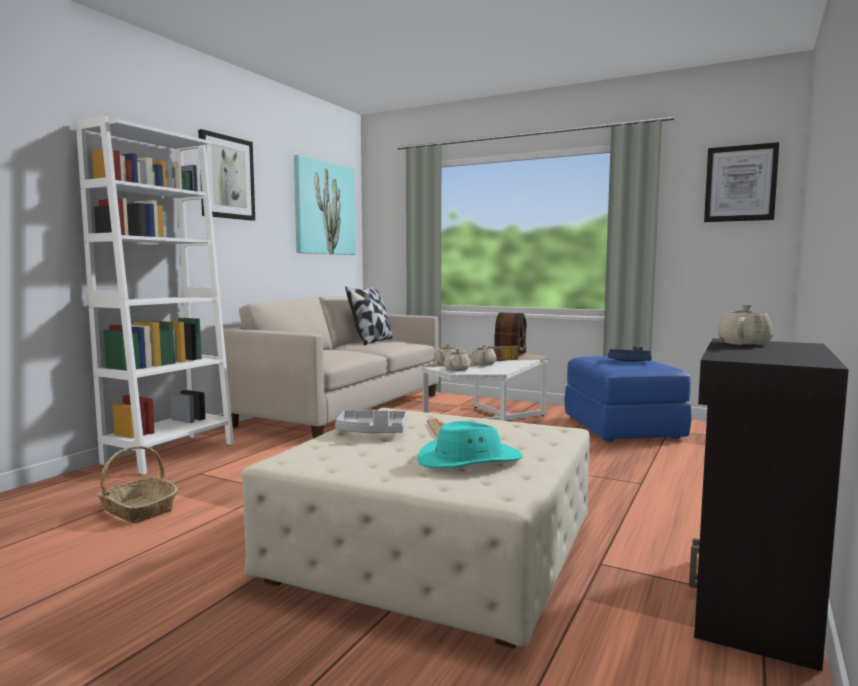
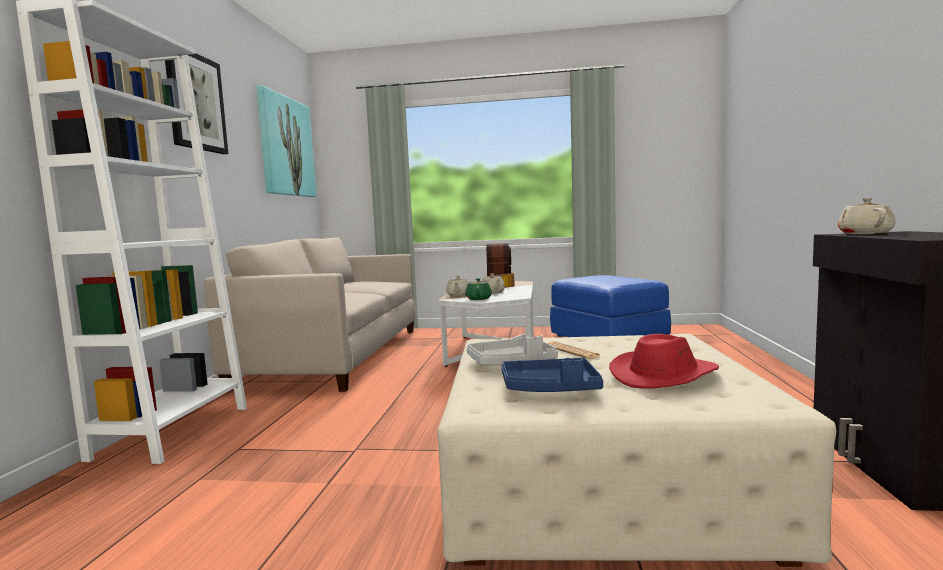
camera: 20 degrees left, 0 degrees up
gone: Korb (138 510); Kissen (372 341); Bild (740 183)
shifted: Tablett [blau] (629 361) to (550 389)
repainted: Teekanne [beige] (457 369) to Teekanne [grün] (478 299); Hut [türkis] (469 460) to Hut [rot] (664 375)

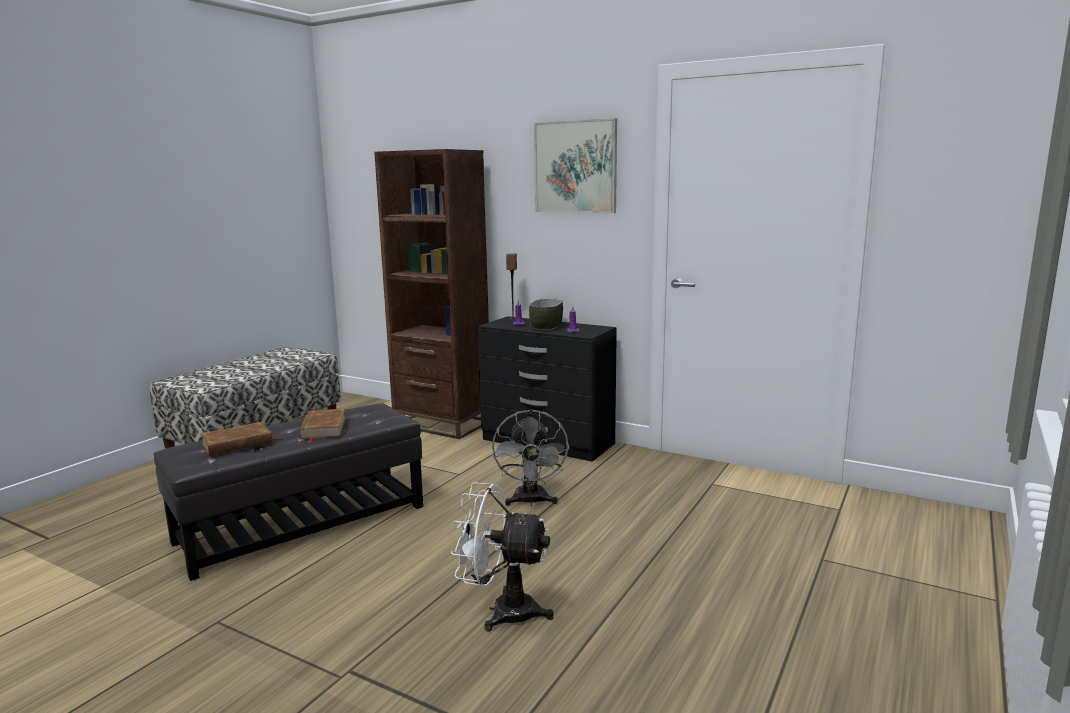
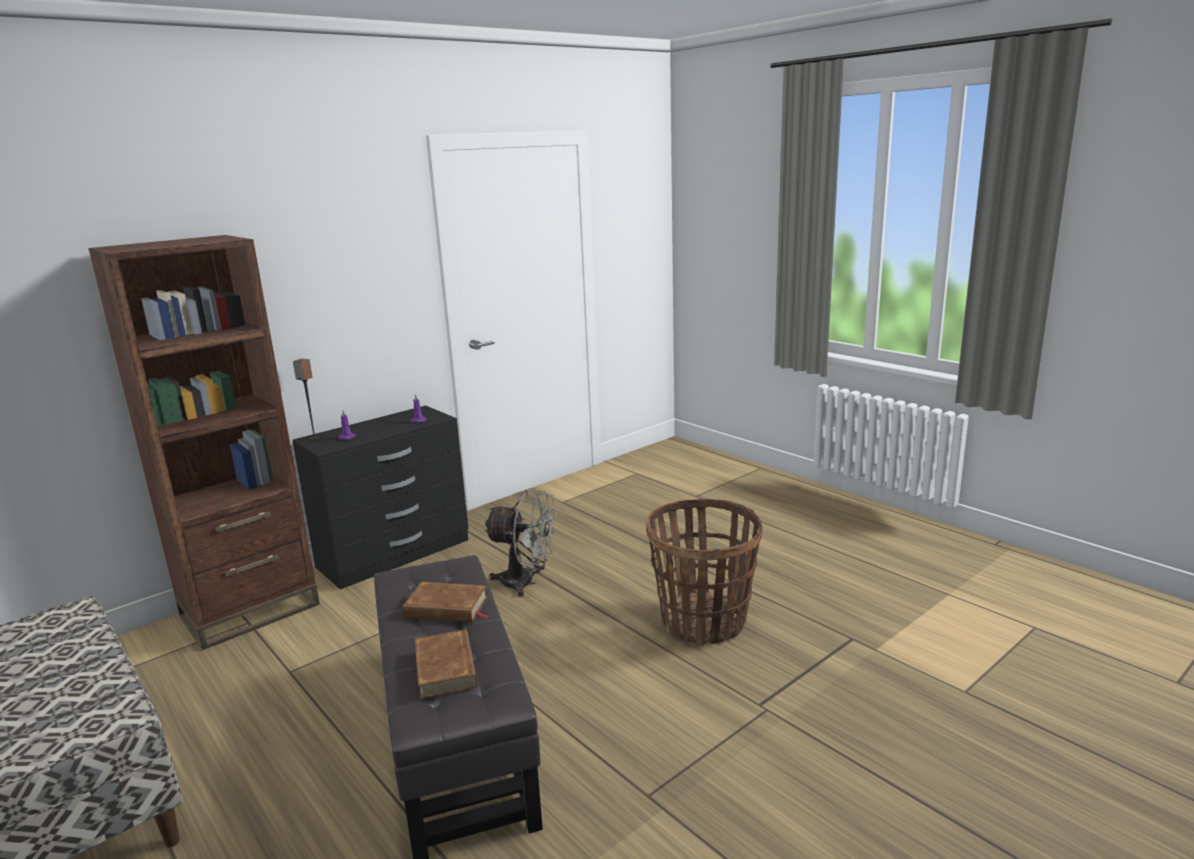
camera: 70 degrees left, 5 degrees up
gone: Schüssel (546 326); Bild (575 167)
swapped: Ventilator [weiß] (502 611) to Korb (703 622)

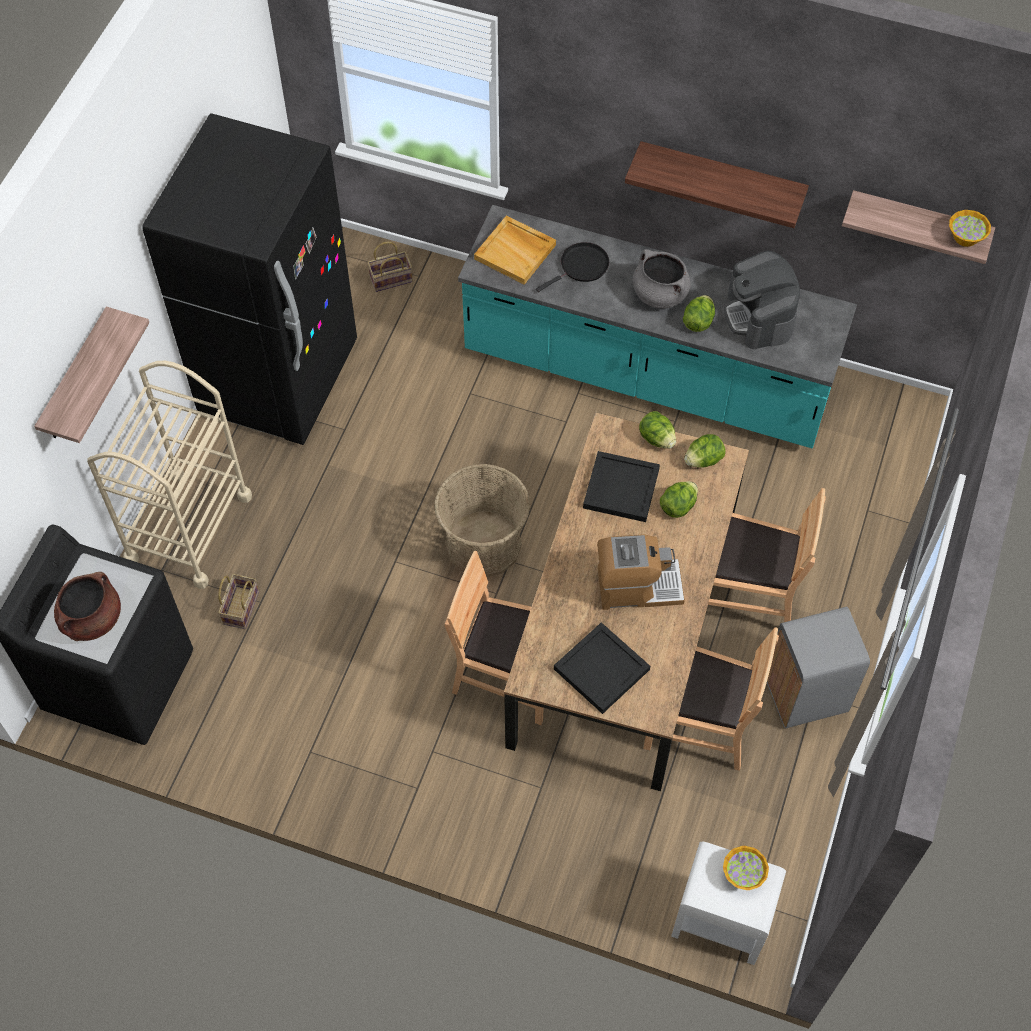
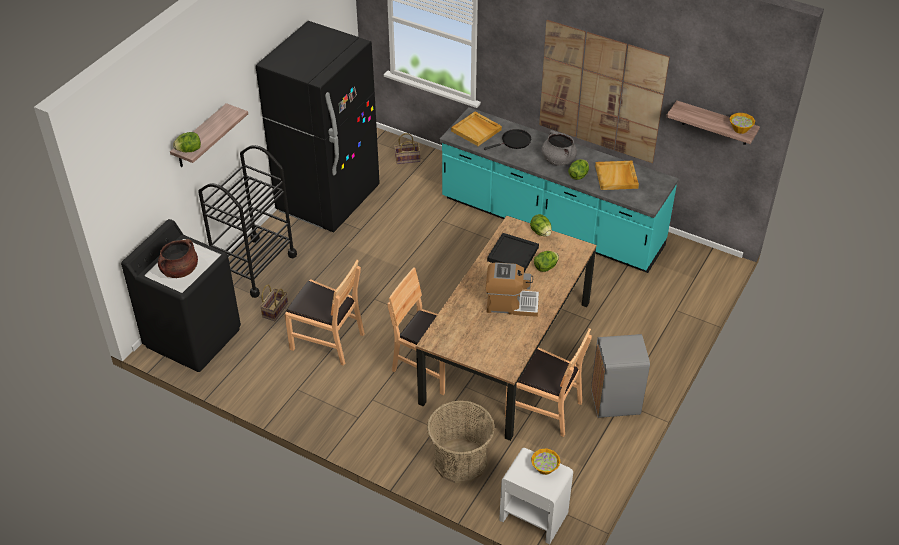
camera: 10 degrees right, 15 degrees down
gone: Tablett [schwarz] (602 669)
shifted: Salatkopf (703 460) to (189 150); Stuhl [braun] (748 593) to (327 340); Korb (483 544) to (460 461)
swapped: Wandregal (721 177) to Bild (601 91); Kaffeemaschine (759 316) to Tablett [beige] (616 177)
repainted: Rollwagen [beige] (188 528) to Rollwagen [schwarz] (255 266)

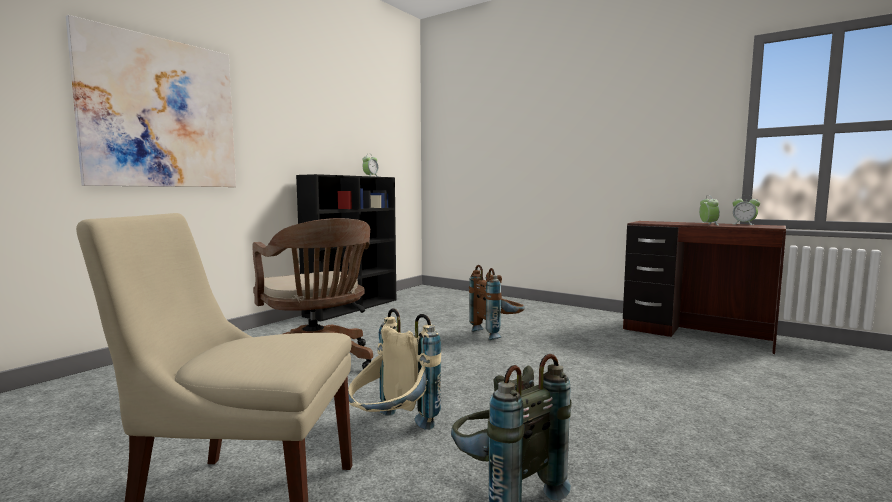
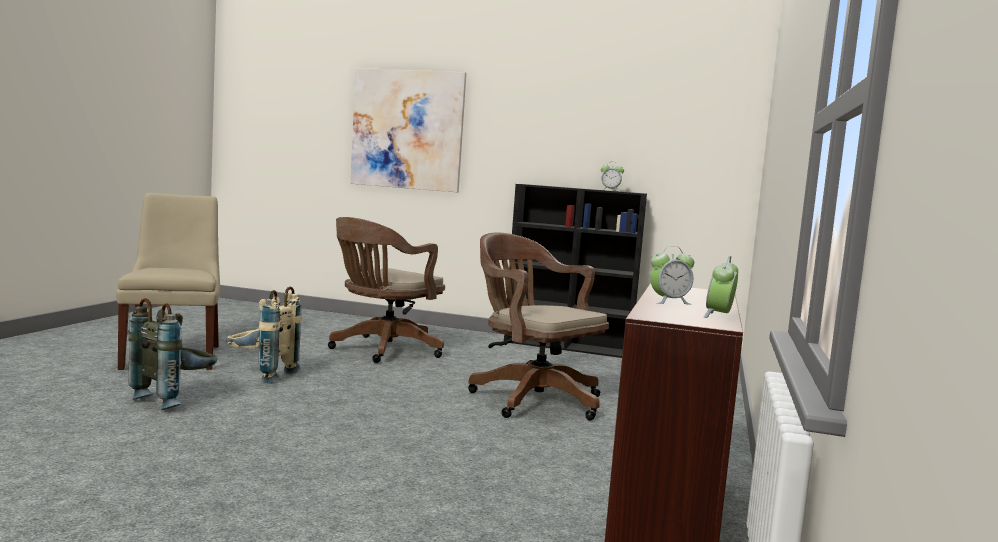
camera: 70 degrees right, 0 degrees up
swapped: Rucksack [braun] (497 333) to Bürostuhl [braun] (531 399)

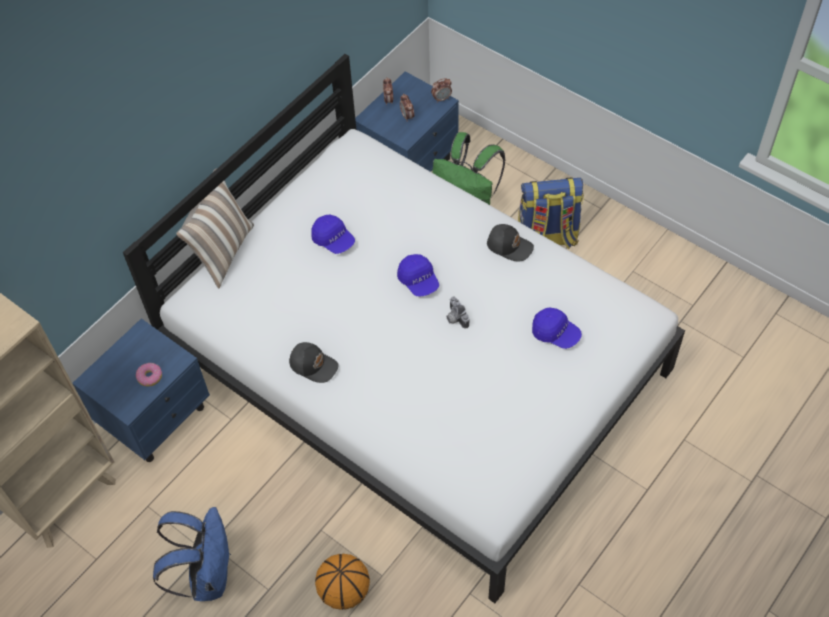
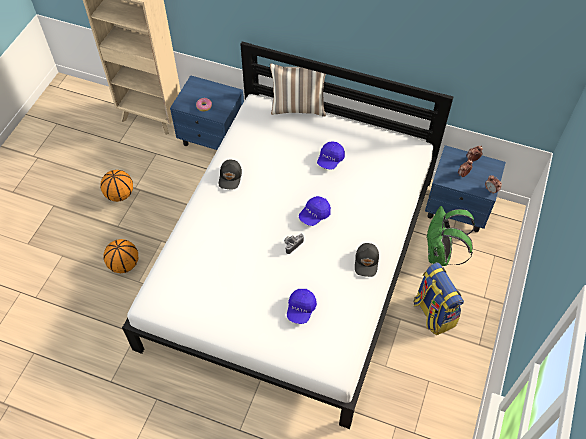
camera: 70 degrees right, 0 degrees up
swapped: Rucksack [blau] (207 575) to Basketball (120 194)

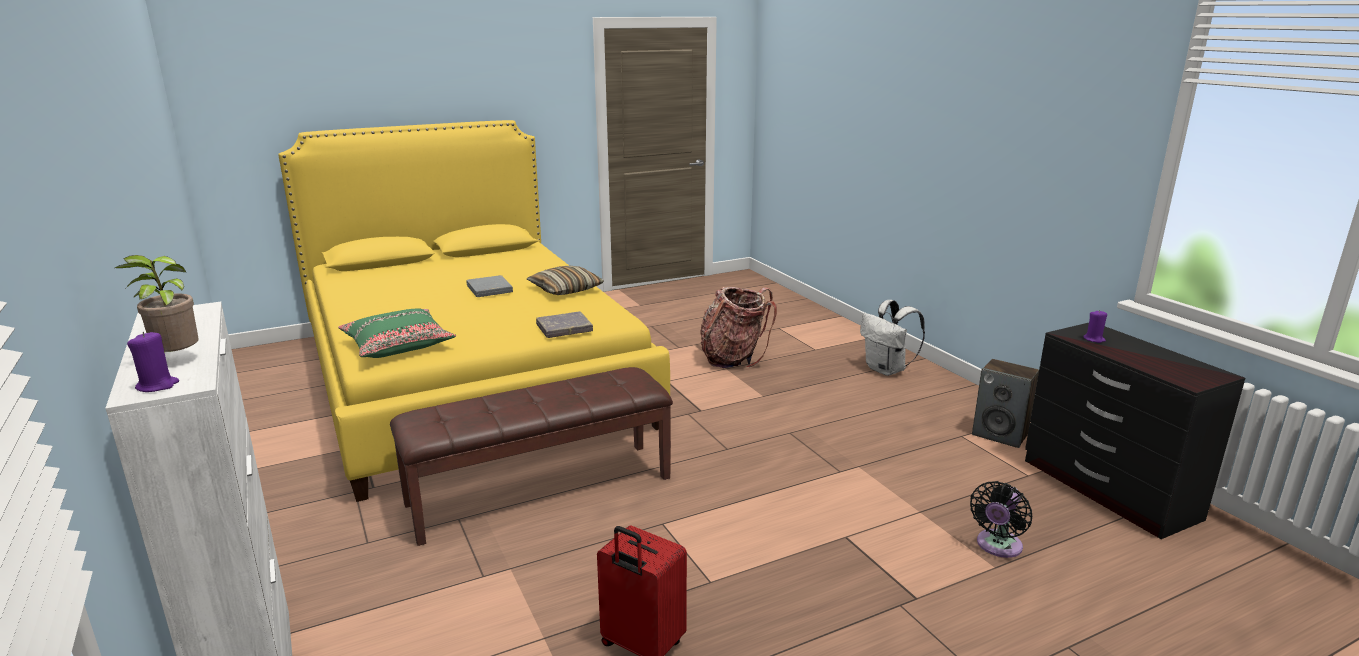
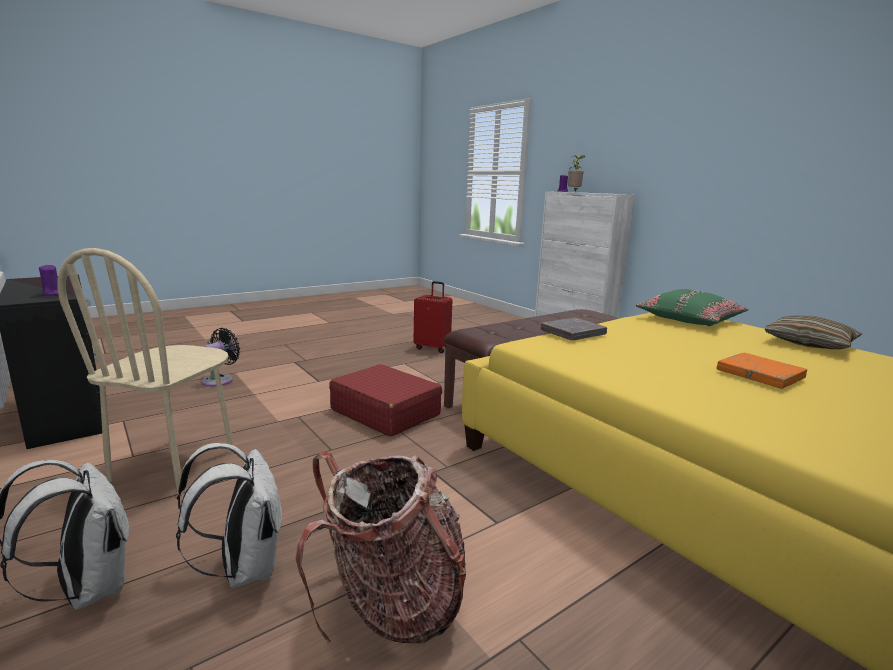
camera: 170 degrees right, 5 degrees down
gone: Lautsprecher (1000 435)
new: Stuhl [beige] (175 465); Rucksack [weiß] (244 567); Koffer [rot] (385 412)
shifted: Kissen (565 289) to (809 343)
repainted: Buch [grau] (489 290) to Buch [orange] (760 375)

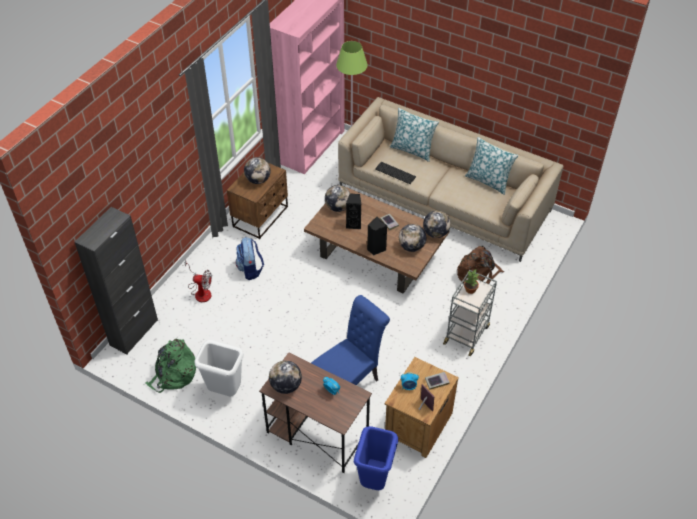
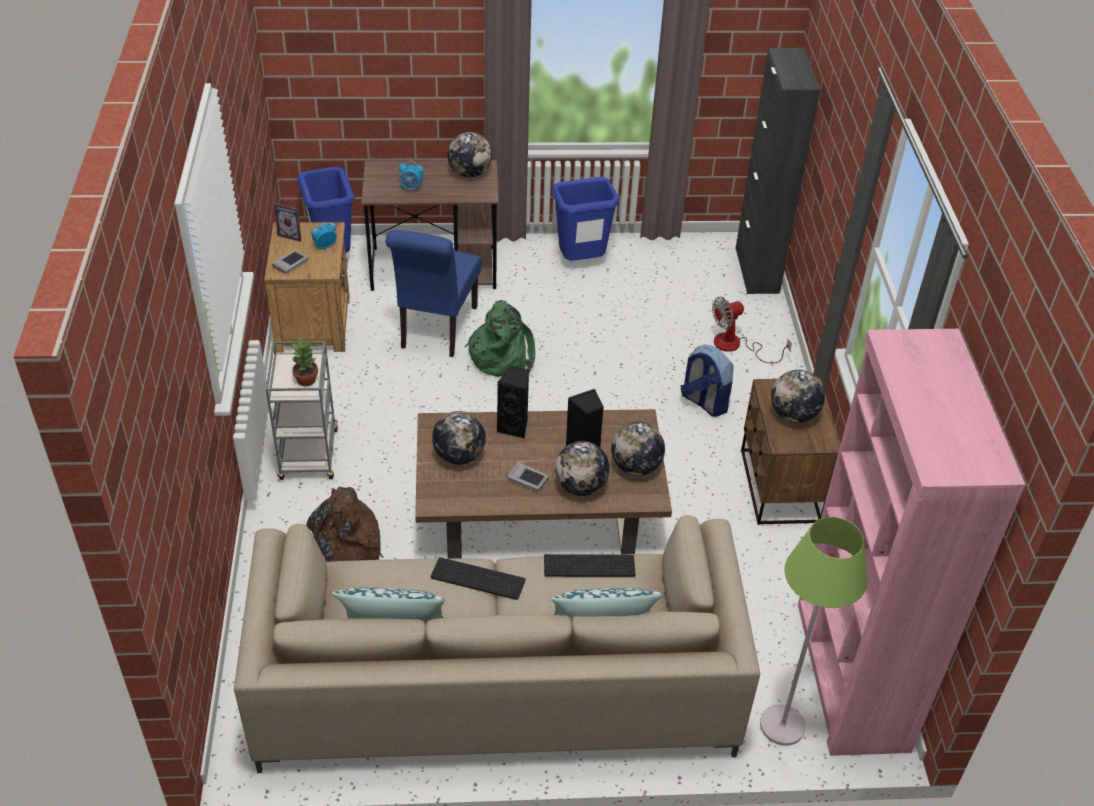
camera: 145 degrees right, 5 degrees down
new: Tastatur (476 579)
shifted: Rucksack [grün] (174 374) to (502 355); Globus (435 233) to (581 487)
repainted: Mülleimer [weiß] (225 391) to Mülleimer [blau] (580 262)

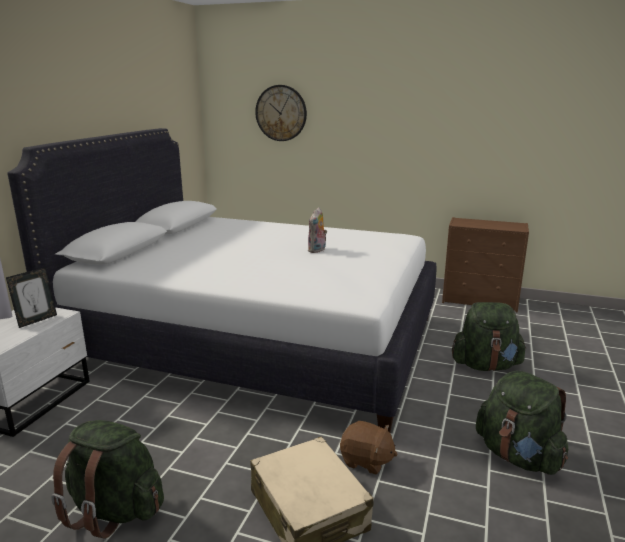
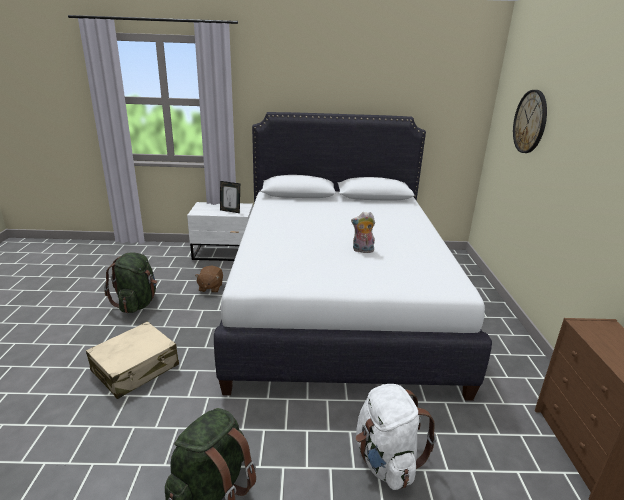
camera: 70 degrees right, 5 degrees up
shifted: Plüschtier [braun] (366 461) to (210 287)
repainted: Rucksack [grün] (485 365) to Rucksack [weiß] (386 461)

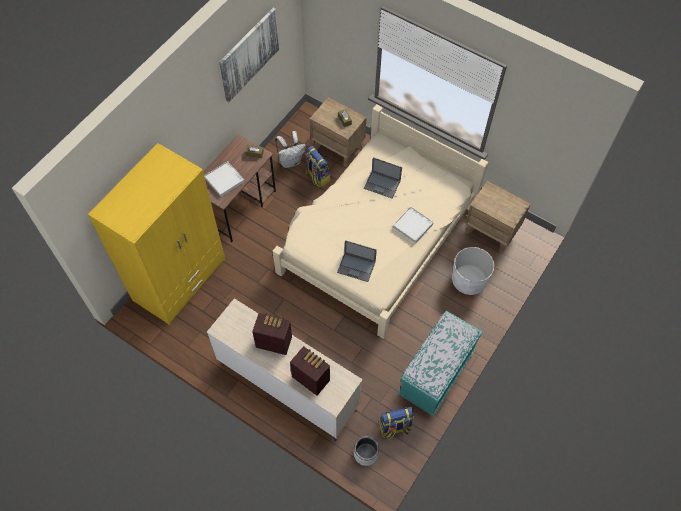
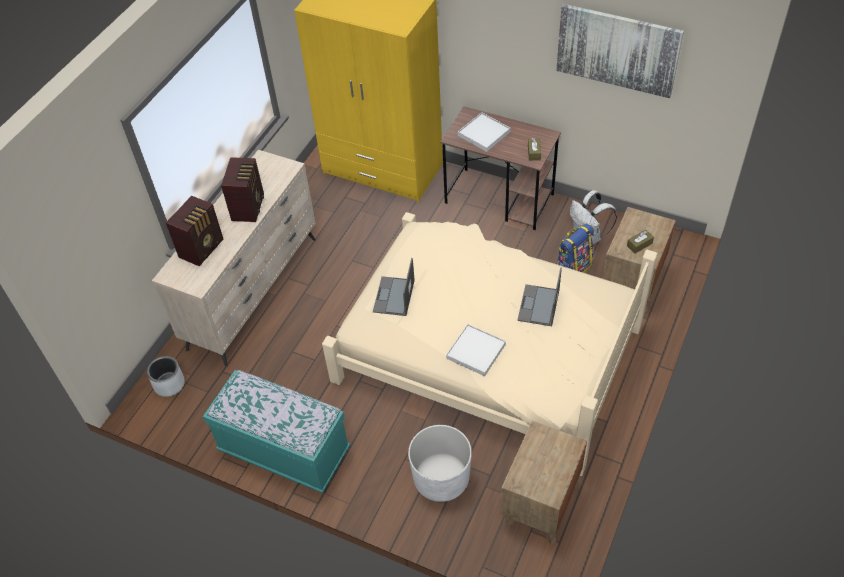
camera: 85 degrees right, 10 degrees down
gone: Rucksack (394 428)

